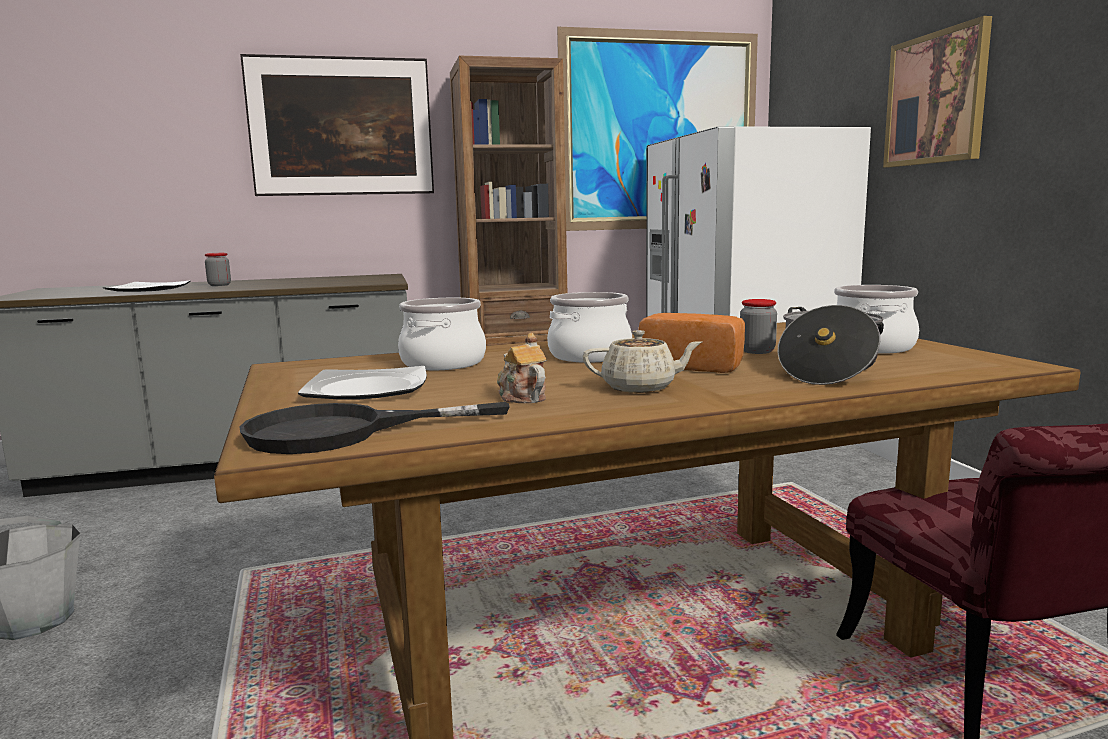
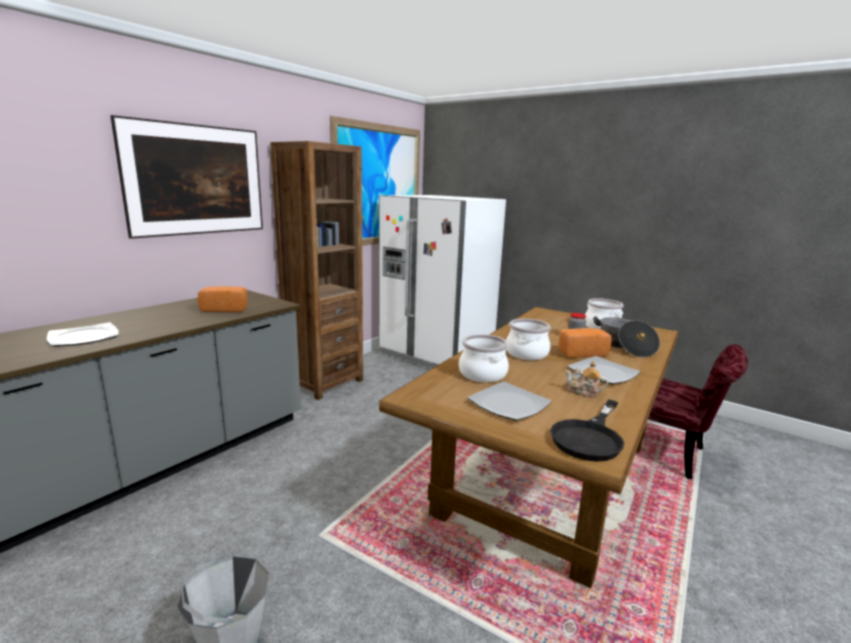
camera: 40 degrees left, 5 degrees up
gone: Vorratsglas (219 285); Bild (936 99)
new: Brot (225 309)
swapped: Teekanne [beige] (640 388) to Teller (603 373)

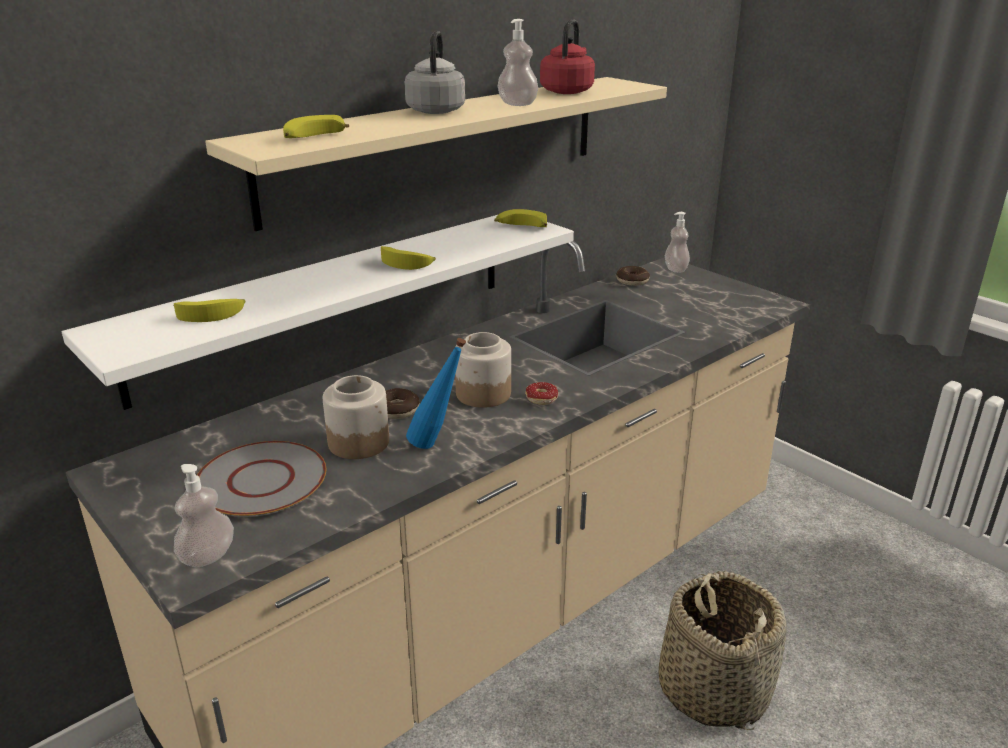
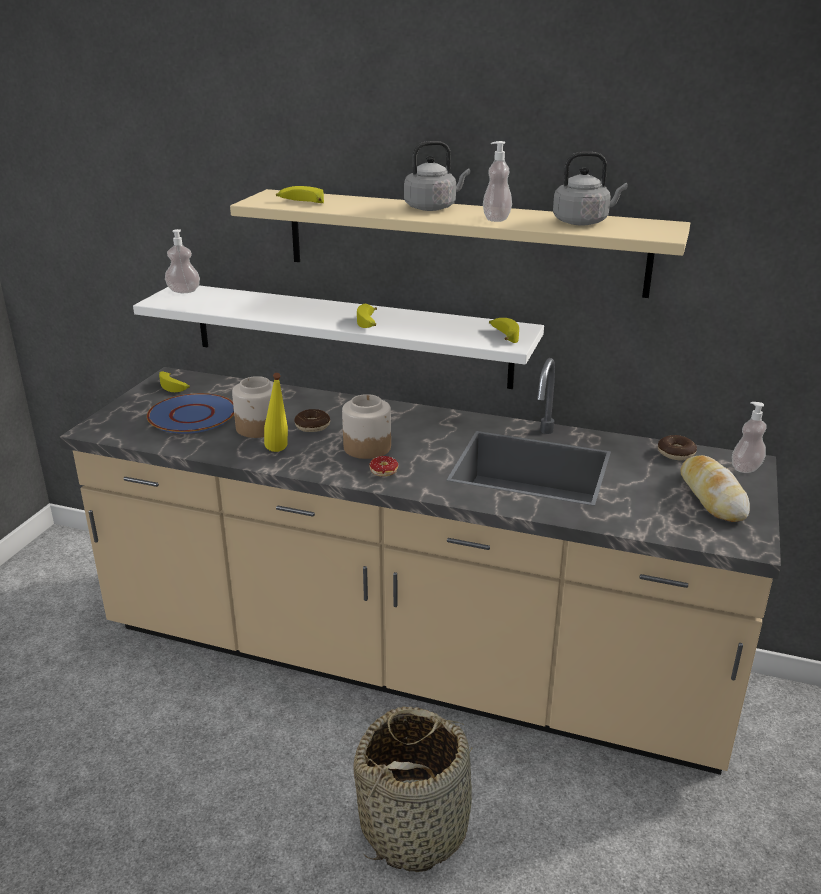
camera: 60 degrees right, 0 degrees up
new: Brot (711 496)
shifted: Banane (212 314) to (175 387); Seifenspender (207 556) to (183 291)
repainted: Teller [grau] (262 480) to Teller [blau] (193 415); Flasche [blau] (437 445) to Flasche [gelb] (278 453); Wasserkessel [rot] (567 91) to Wasserkessel [grau] (583 222)

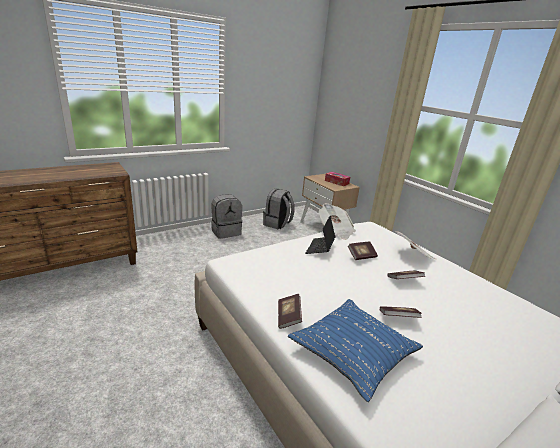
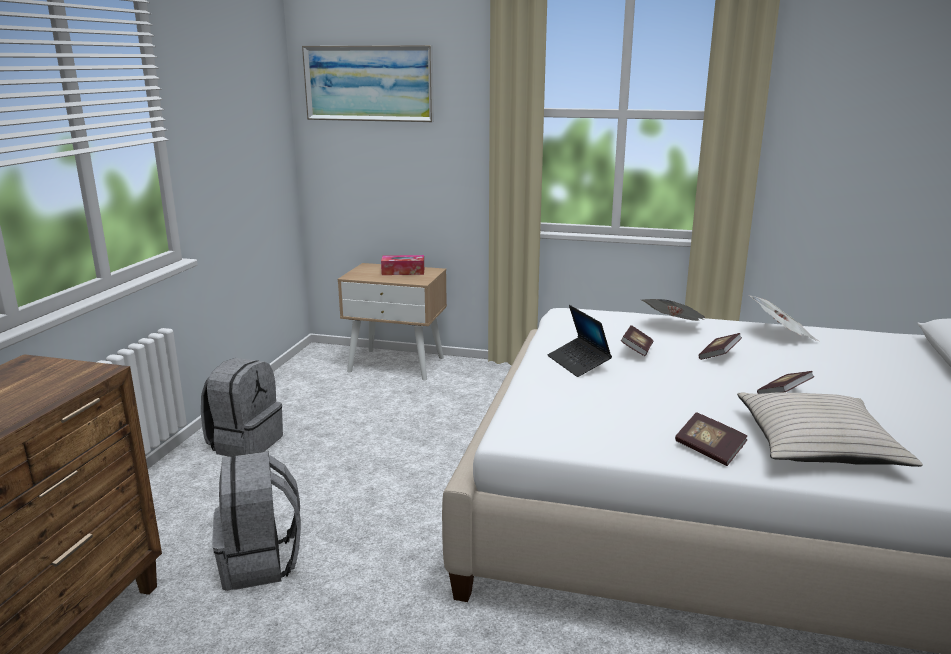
camera: 40 degrees left, 5 degrees down
new: Bild (369 83)
shifted: Rucksack [grau] (277 224) to (261 563); Zeitung (335 231) to (781 335)
repainted: Kissen [blau] (353 352) to Kissen [beige] (817 444)

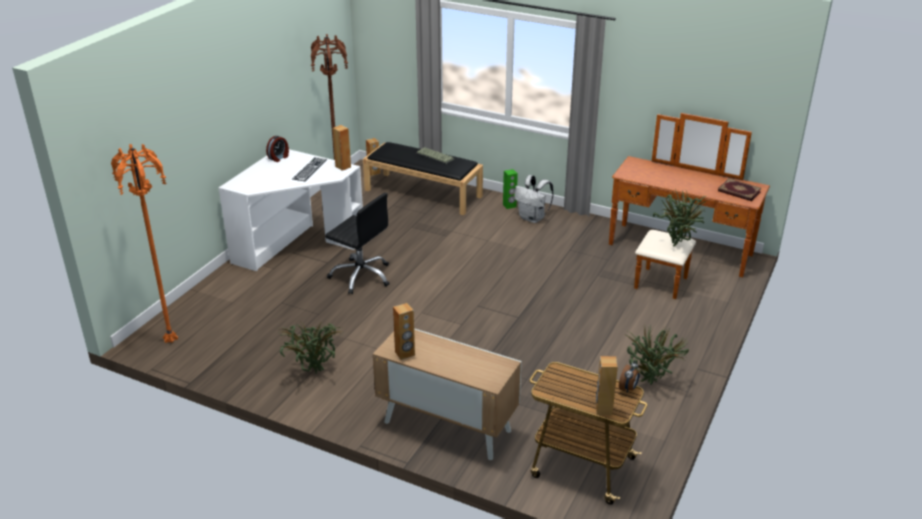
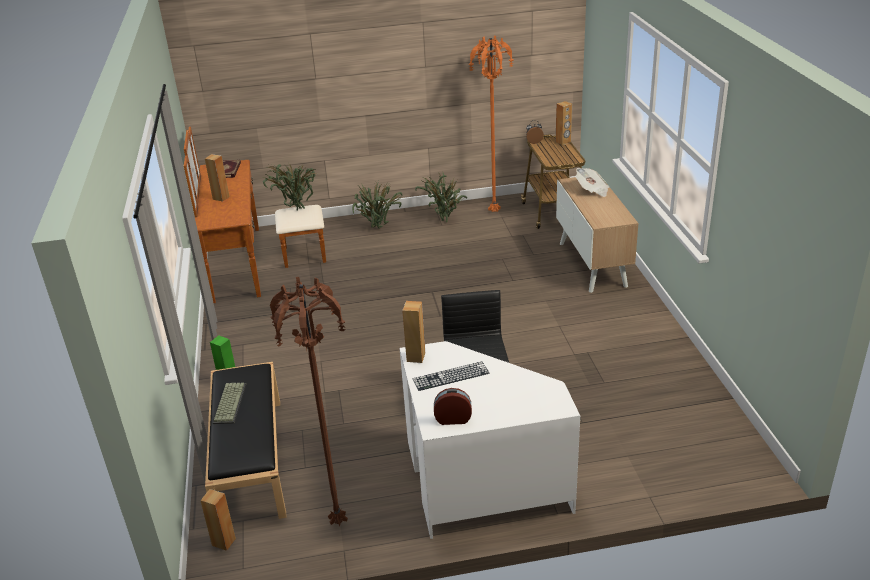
camera: 125 degrees left, 0 degrees up
gone: Rucksack [weiß] (532 218)
new: Zeitung (592 190)
shifted: Lautsprecher [braun] (405 354) to (221 198); Topfpflanze (313 372) to (378 230); Stehlampe [orange] (172 341) to (493 212)

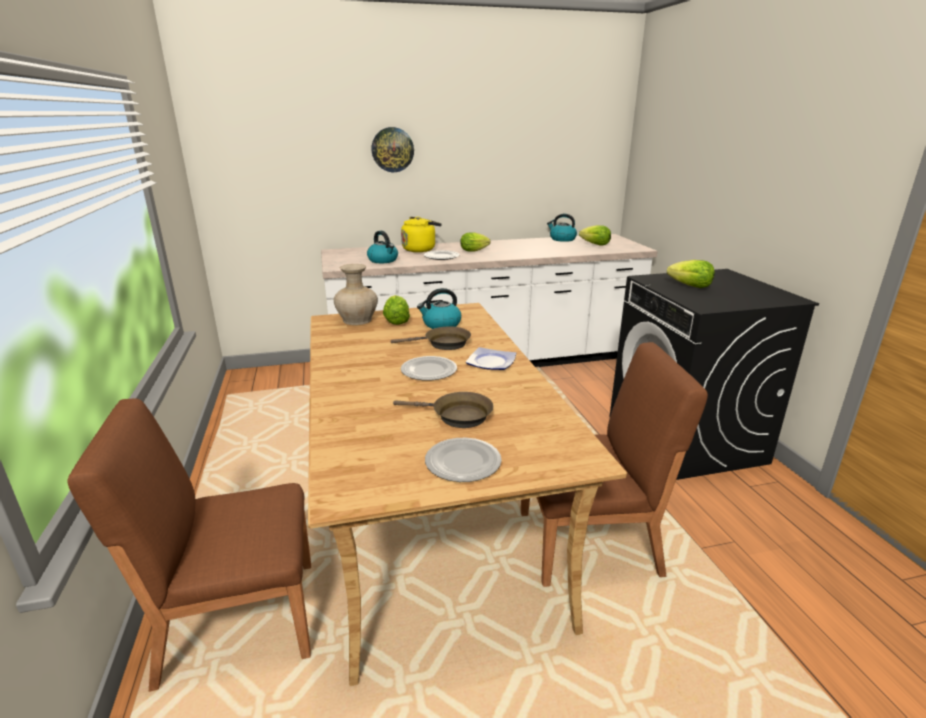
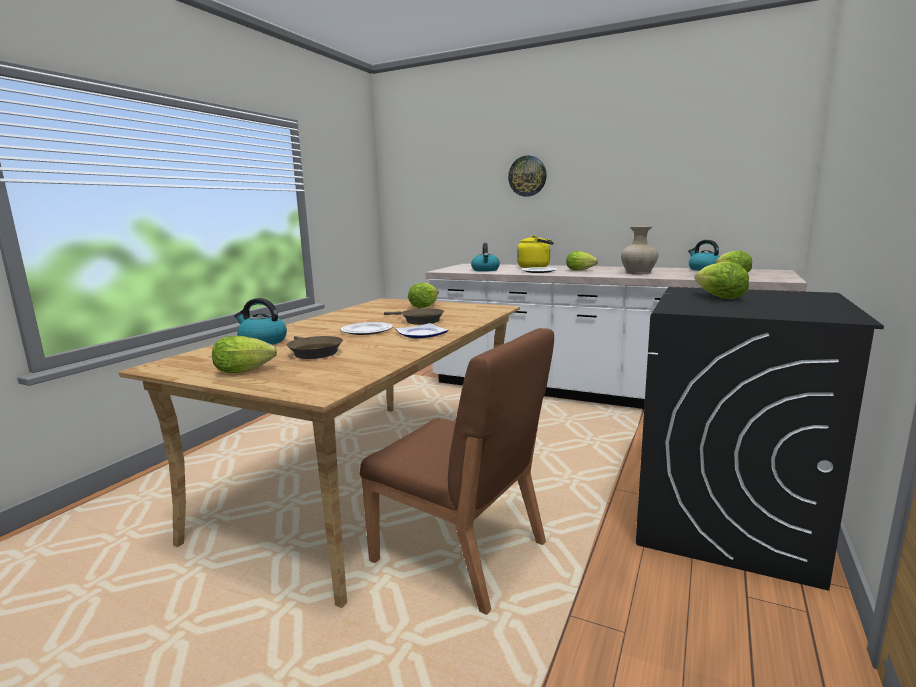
camera: 40 degrees right, 10 degrees down
gone: Stuhl [braun] (237 619)
shifted: Wasserkessel (441 324) to (262 342); Vase [beige] (357 320) to (638 273)
swapped: Teller (462 462) to Salatkopf (247 371)

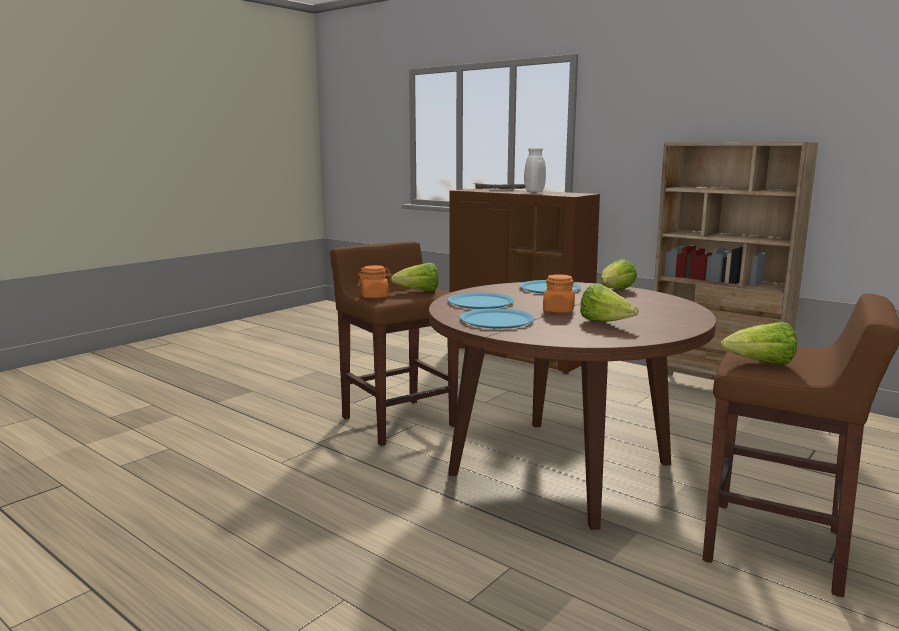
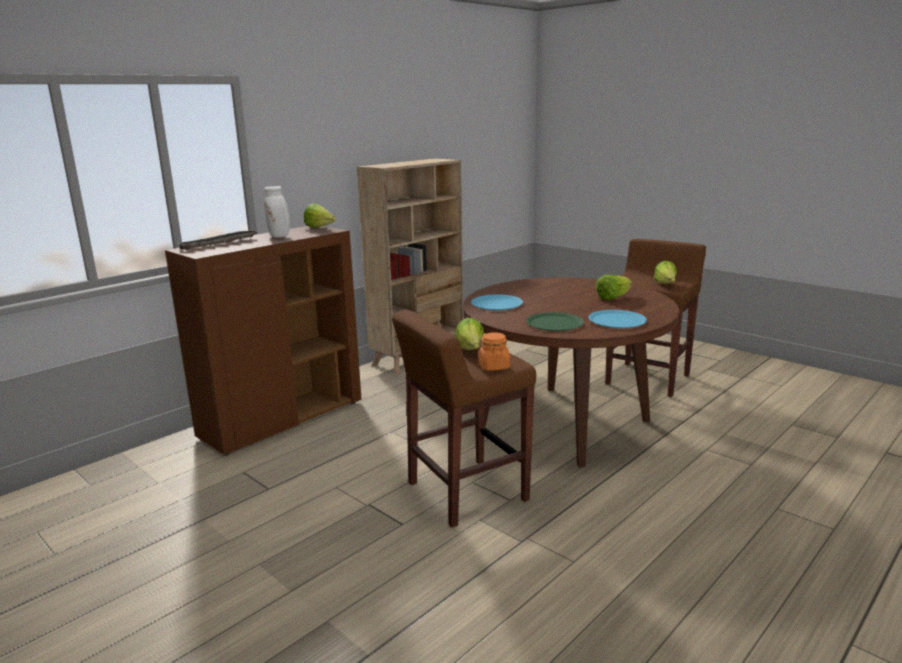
camera: 85 degrees left, 5 degrees up
gone: Vorratsglas [orange] (558 311)
shifted: Salatkopf (616 290) to (320 228)
repainted: Teller [blau] (481 302) to Teller [grün] (555 323)

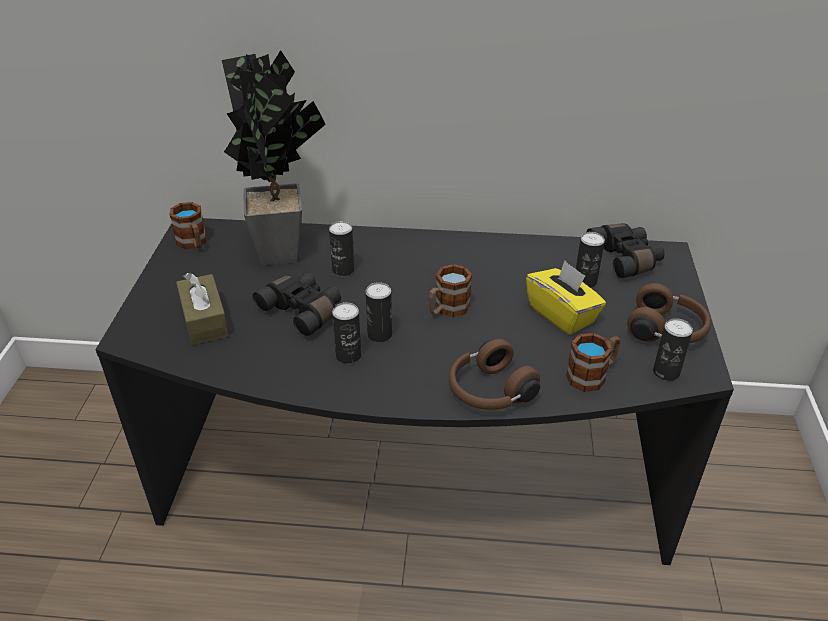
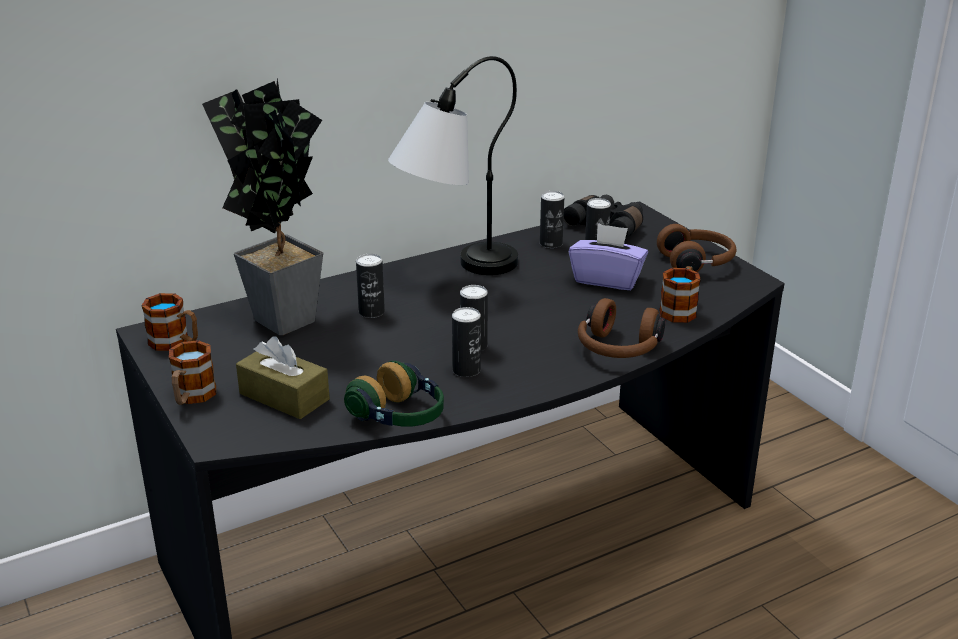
camera: 35 degrees left, 10 degrees down
gone: Fernglas [schwarz] (303 311)
new: Kopfhörer (400 417); Tischlampe (454 271)
shifted: Henkelbecher (447 309) to (192 397); Dose (666 372) to (551 243)
repainted: Taschentuchbox [gelb] (562 314) to Taschentuchbox [lila] (607 279)

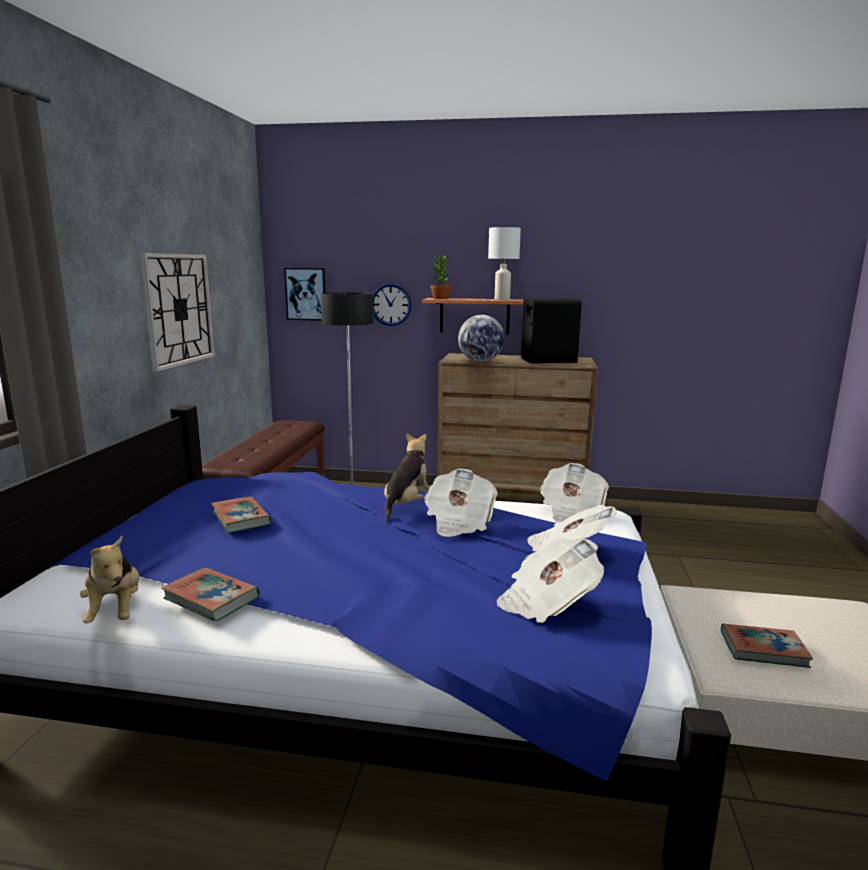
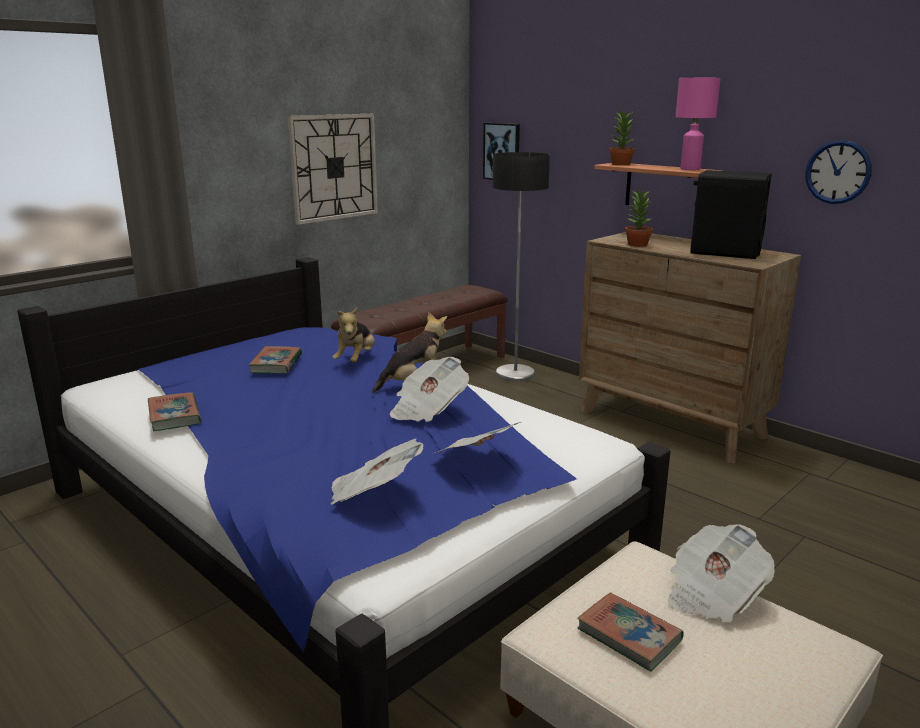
camera: 35 degrees right, 5 degrees up
shifted: Plüschtier (115 611) to (356 360); Zeitung (571 511) to (712 594); Wanduhr (390 304) to (838 172)
swapped: Globus (480 361) to Topfpflanze (636 244)
repainted: Tischlampe [weiß] (502 299) to Tischlampe [rosa] (690 169)

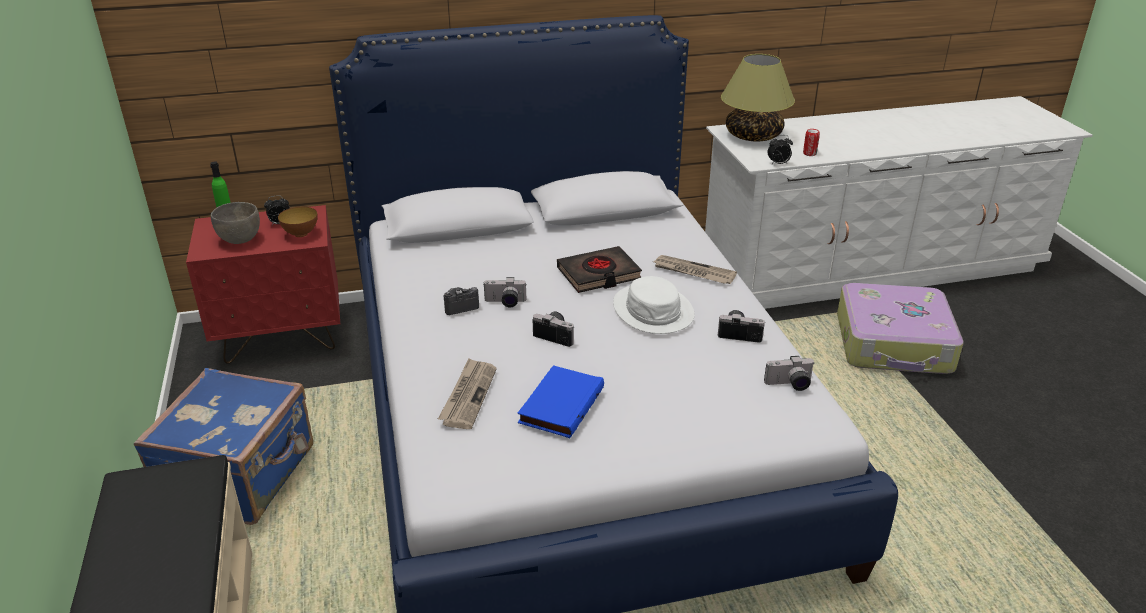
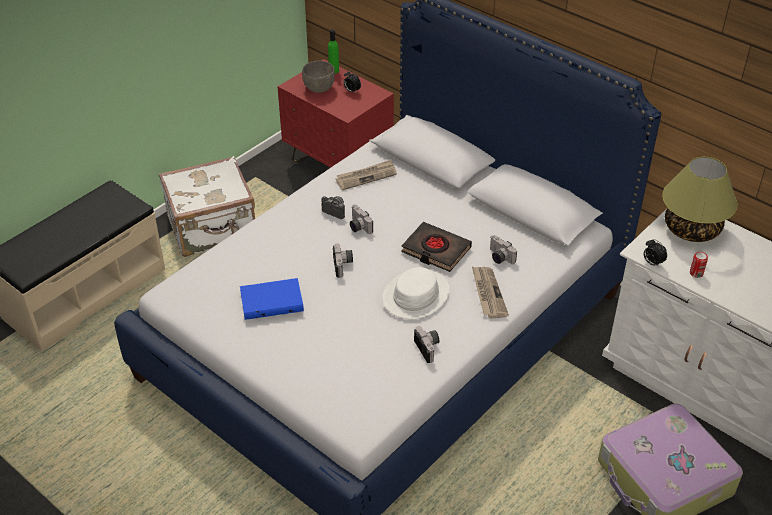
camera: 55 degrees right, 10 degrees up
gone: Schüssel (301 234)
shifted: Zeitung (468 395) to (366 176); Kamera (789 385) to (499 257)
repainted: Koffer [blau] (242 477) to Koffer [weiß] (213 229)

